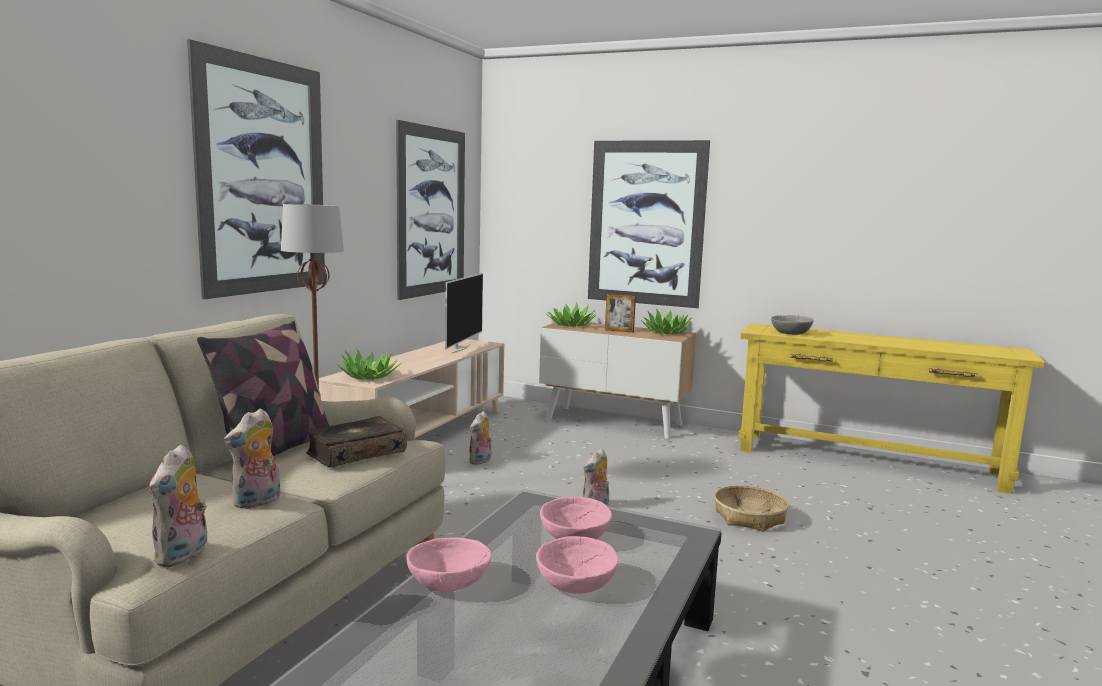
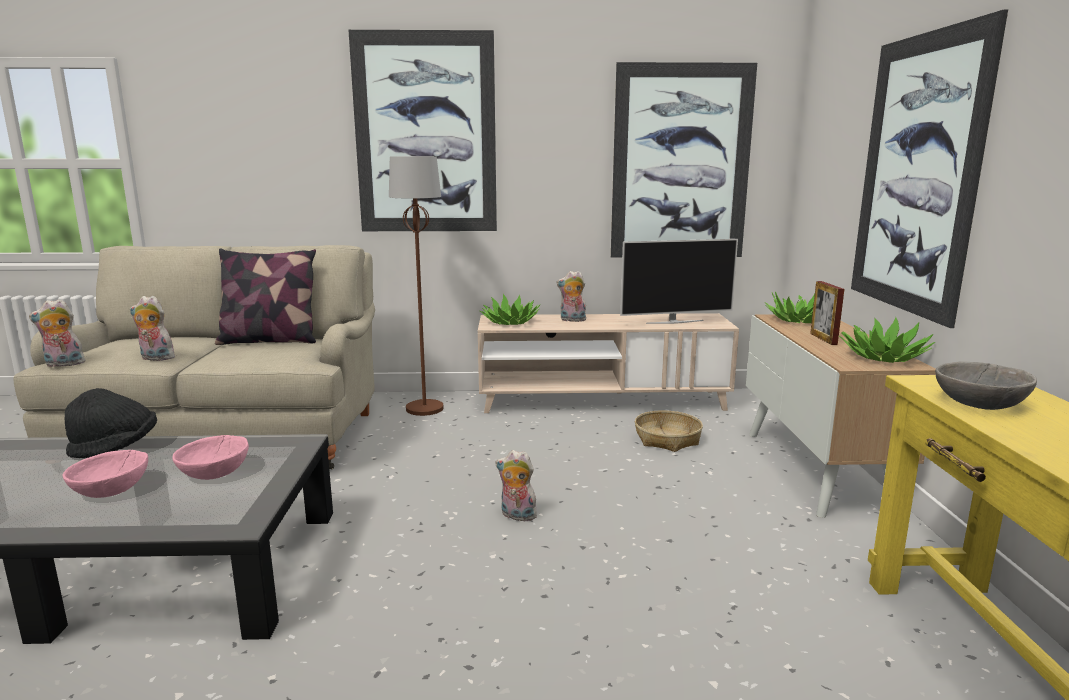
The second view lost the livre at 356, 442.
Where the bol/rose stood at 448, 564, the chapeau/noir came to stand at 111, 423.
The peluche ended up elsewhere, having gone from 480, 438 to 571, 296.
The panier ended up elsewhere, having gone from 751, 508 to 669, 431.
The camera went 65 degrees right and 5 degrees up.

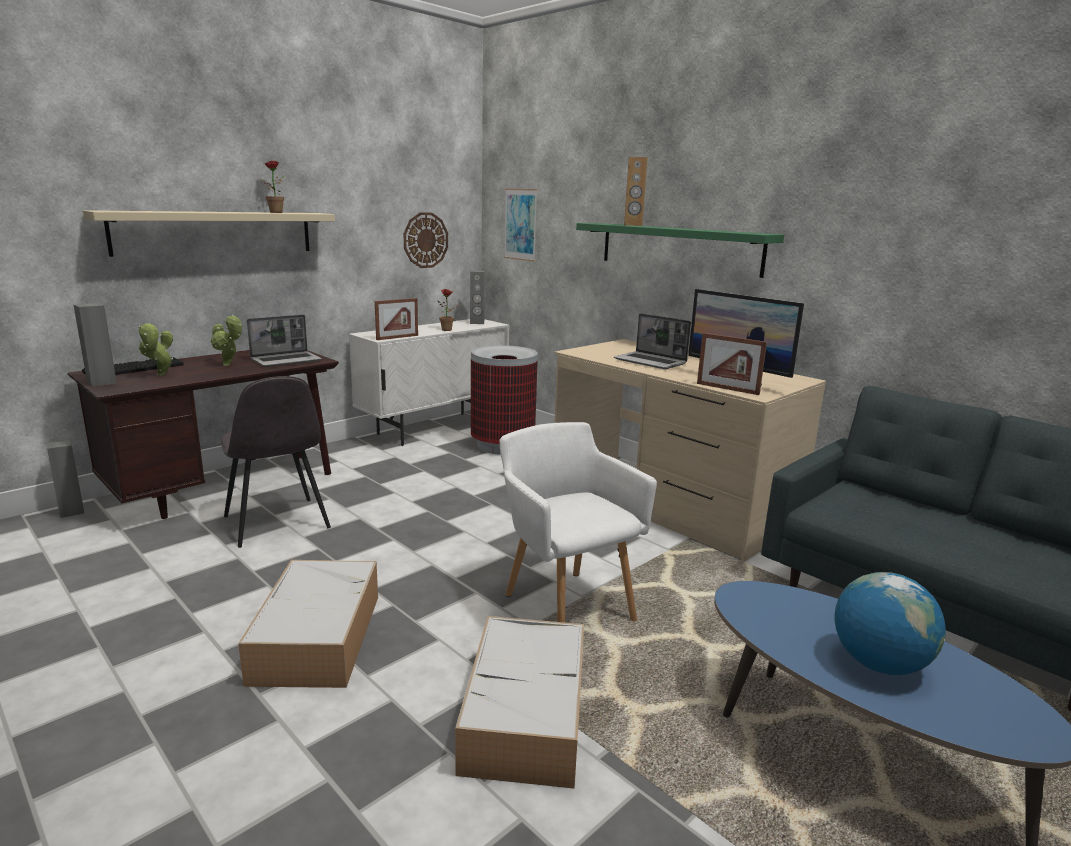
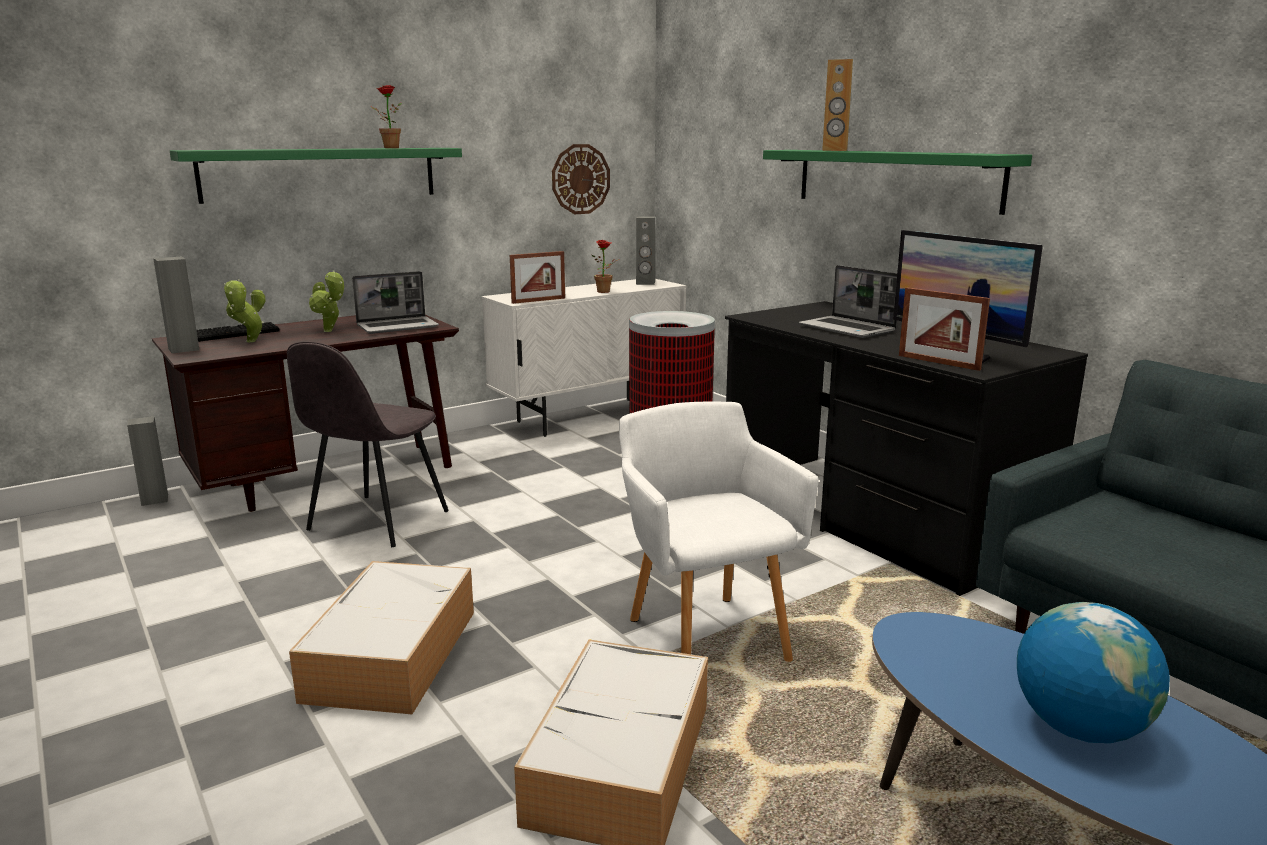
What was the étagère/beige at 209, 233 turned into the étagère/vert at 316, 176.
The chaise/gris at 275, 462 ended up facing another way, 45 degrees clockwise from before.
The second view lost the tableau at 521, 225.
What was the bureau/beige at 690, 450 turned into the bureau/noir at 906, 448.
The camera went 10 degrees right and 0 degrees up.

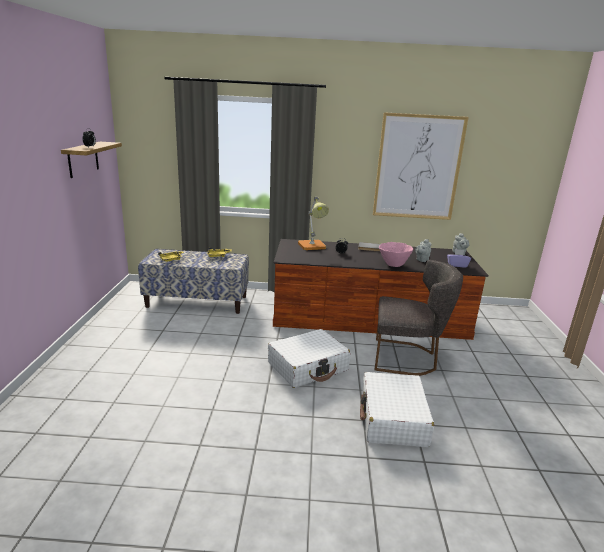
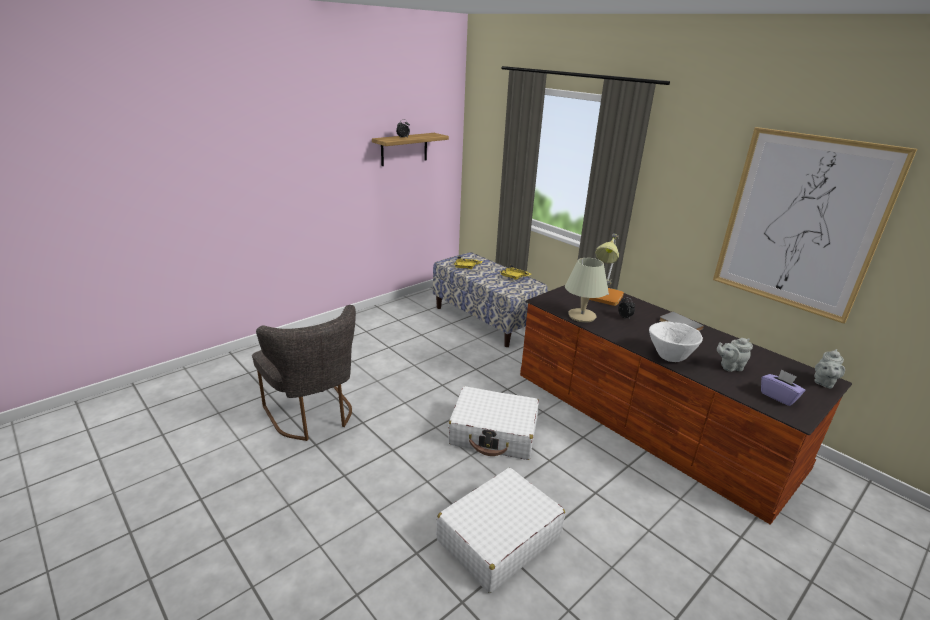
The chaise/gris ended up elsewhere, having gone from 418, 318 to 304, 373.
What was the bol/rose at 396, 254 turned into the bol/blanc at 676, 341.
The second view gained the lampe de table/beige at 586, 290.
The camera went 45 degrees right and 5 degrees up.

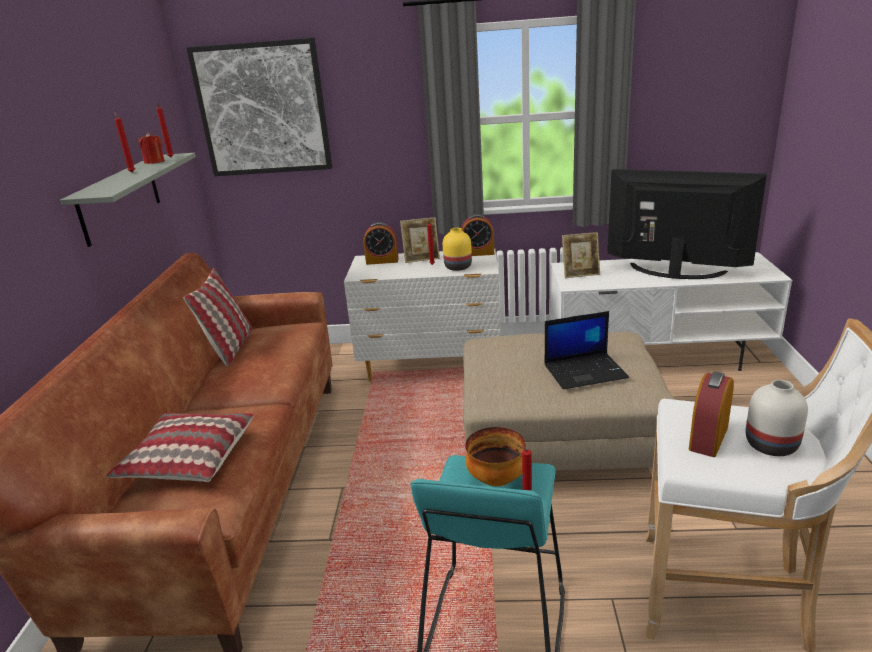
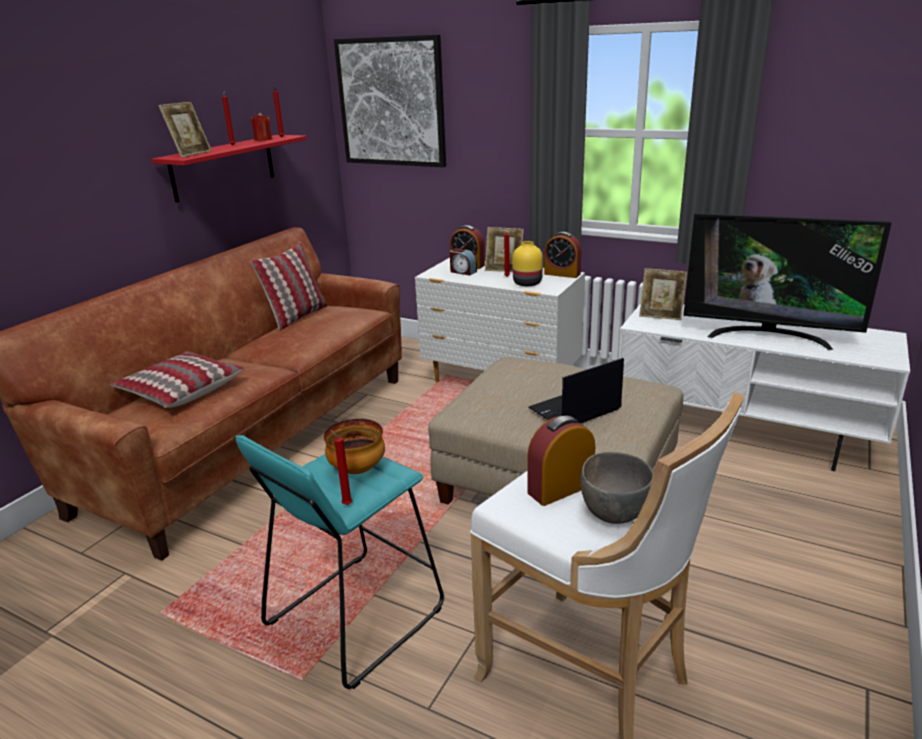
What was the étagère/gris at 128, 200 turned into the étagère/rouge at 229, 169.
The ordinateur portable at 587, 350 ended up facing another way, 135 degrees clockwise from before.
The téléviseur at 687, 224 ended up facing another way, 150 degrees clockwise from before.
Where the vase/blanc stood at 777, 418, the bol/gris came to stand at 617, 488.
The second view gained the cadre photo at 185, 130.
The second view gained the réveil at 463, 261.
The camera went 25 degrees right and 0 degrees up.

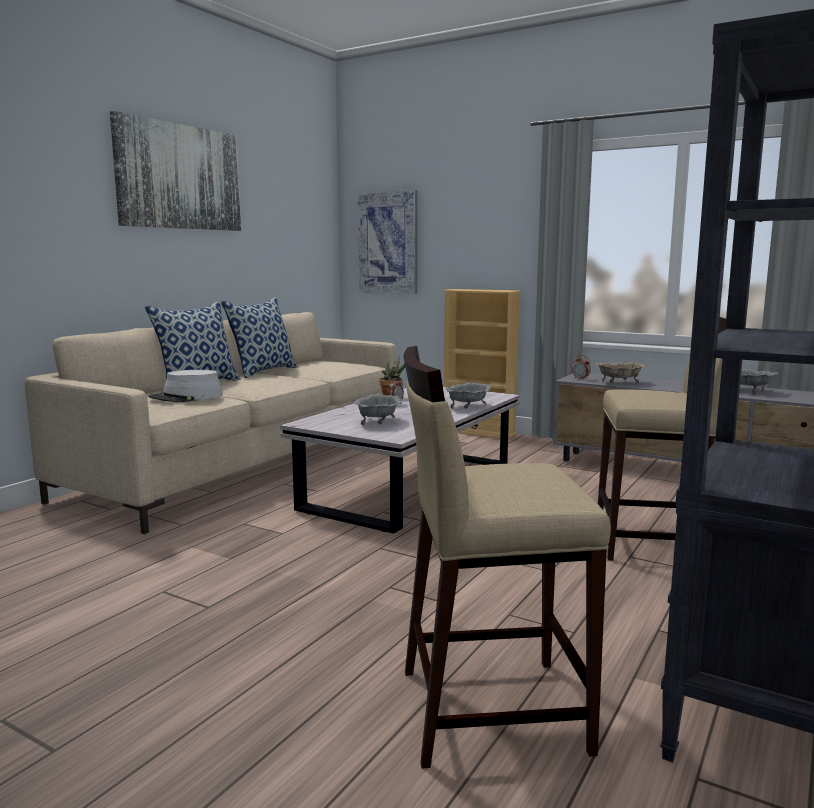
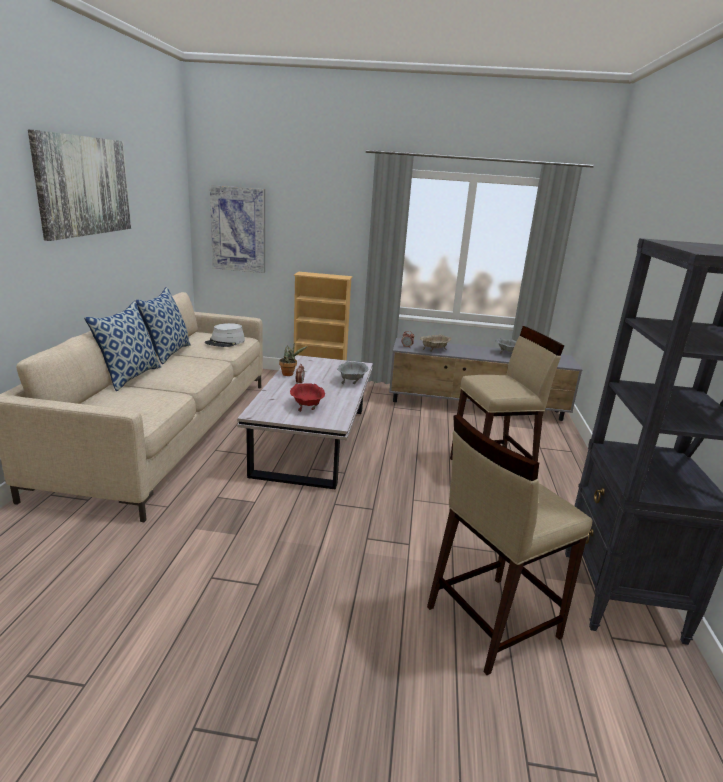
The chapeau/gris ended up elsewhere, having gone from 185, 386 to 225, 335.
What was the bol/gris at 377, 409 turned into the bol/rouge at 307, 397.
The camera went 25 degrees left and 10 degrees up.

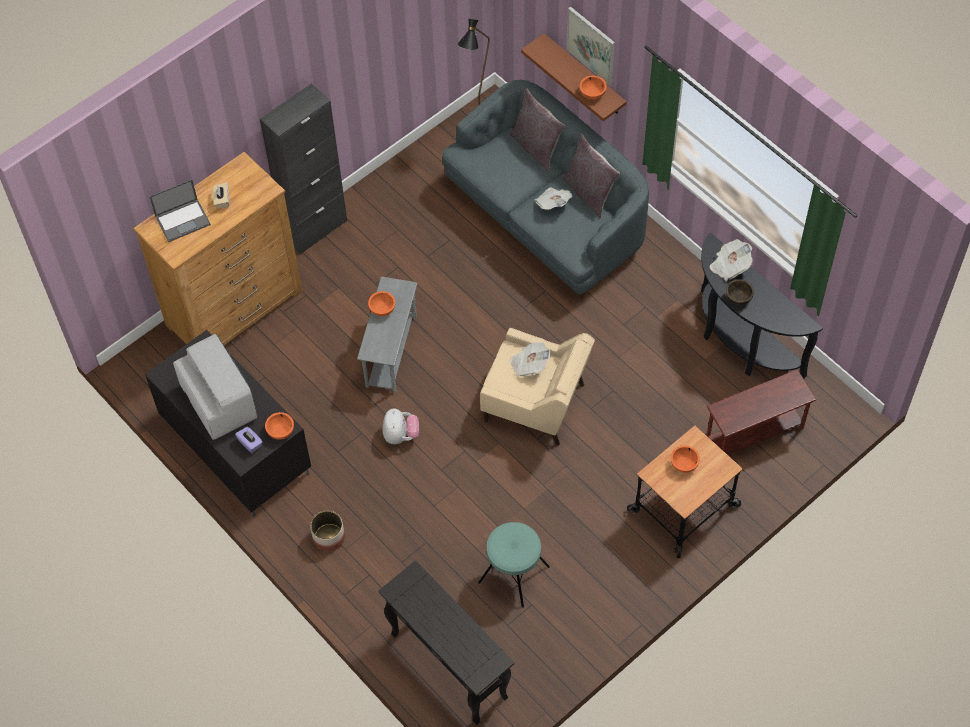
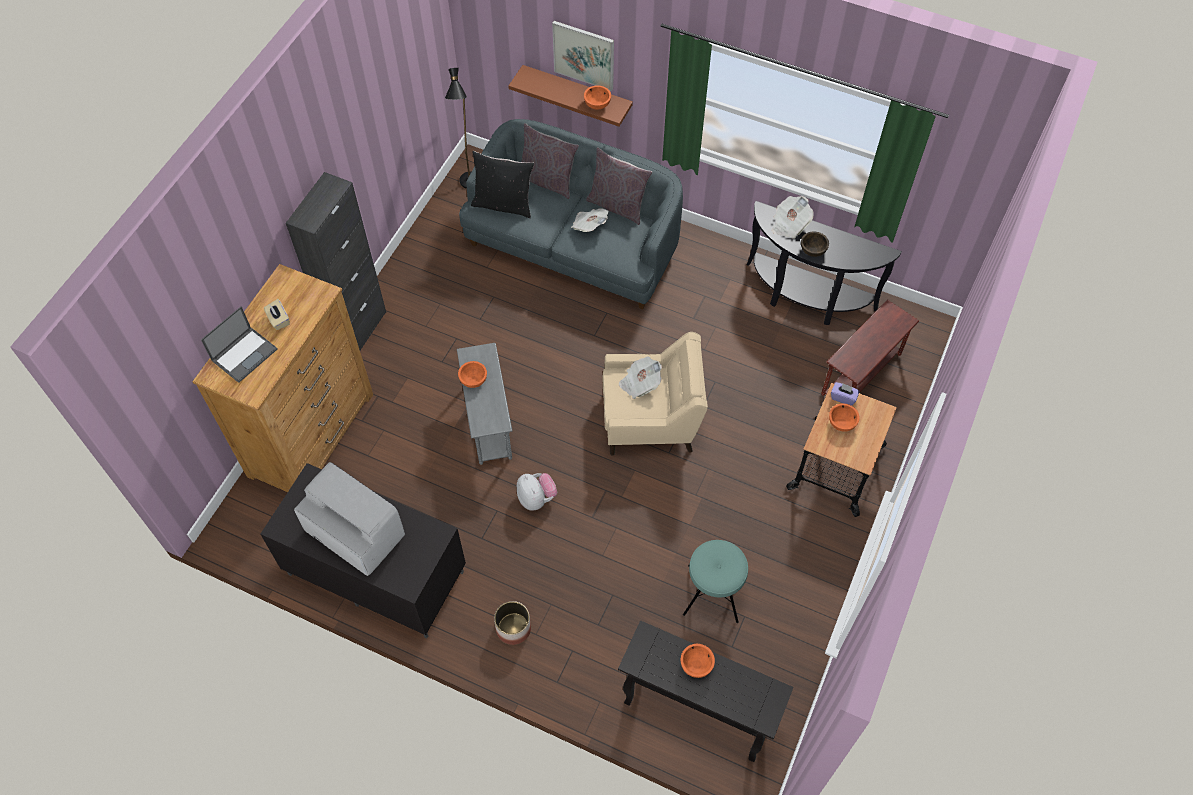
The boîte à mouchoirs/violet ended up elsewhere, having gone from 249, 440 to 845, 394.
The bol/orange ended up elsewhere, having gone from 279, 426 to 698, 661.
The second view gained the coussin/noir at 502, 184.
The camera went 25 degrees left and 0 degrees up.

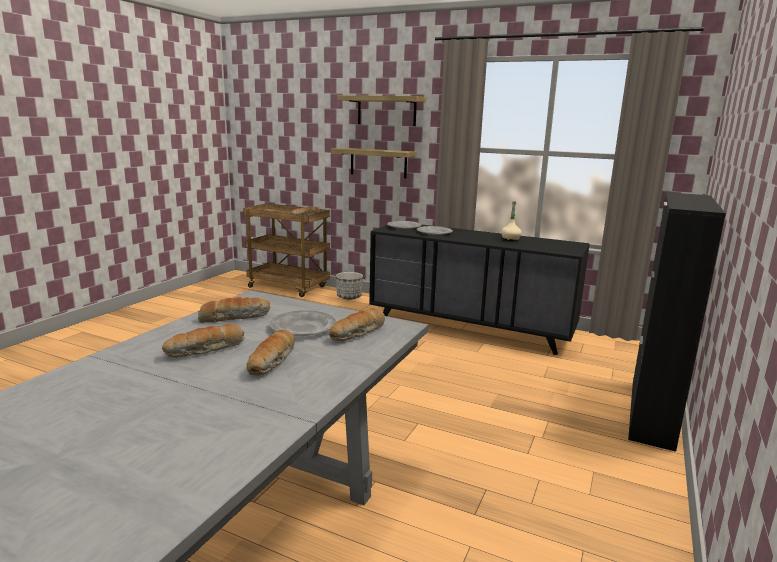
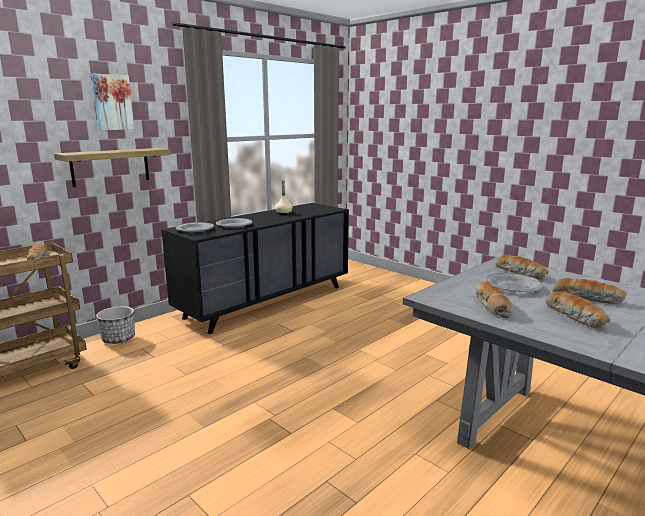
Where the étagère hung at 382, 110, the tableau came to hang at 113, 102.
The second view lost the meuble de rangement/noir at 677, 322.
The camera went 70 degrees left and 0 degrees up.

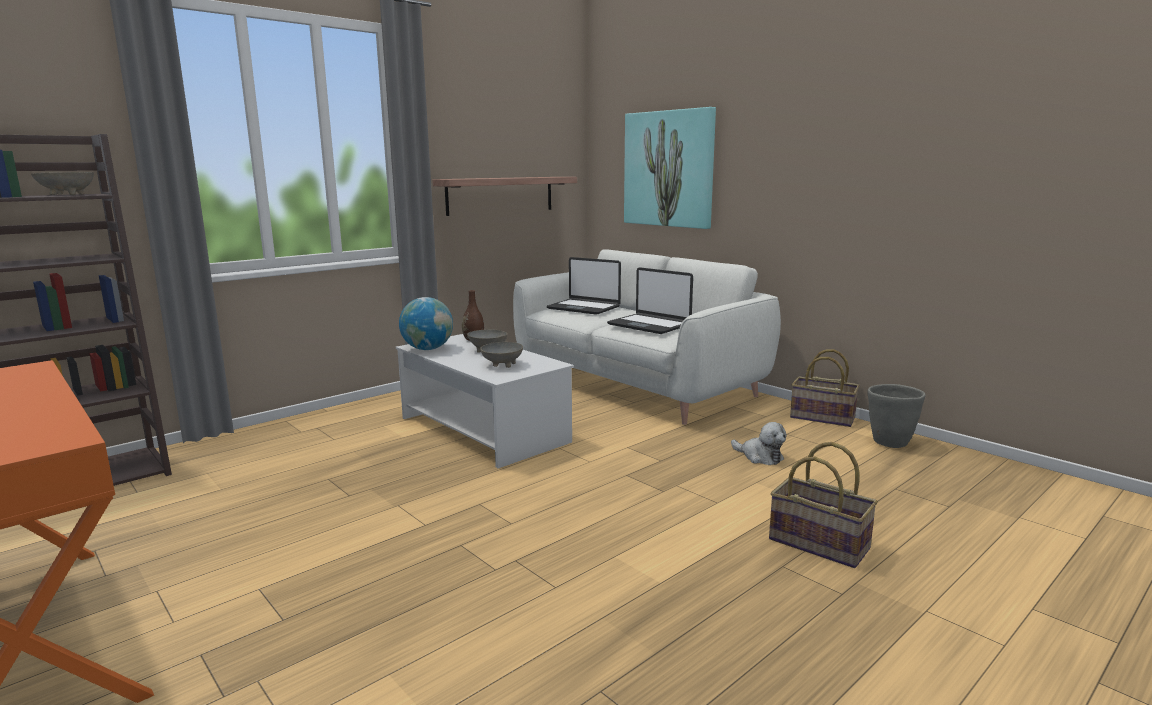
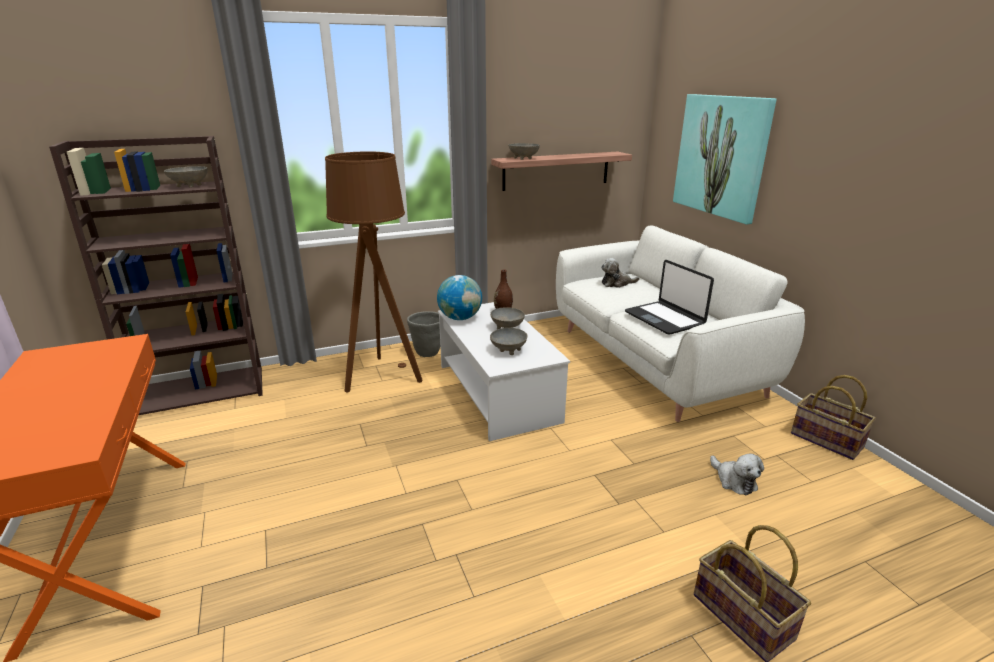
Where the ordinateur portable stood at 584, 286, the peluche came to stand at 620, 273.
The cache-pot/gris ended up elsewhere, having gone from 897, 416 to 423, 334.
The second view gained the lampadaire/marron at 374, 272.
The second view gained the bol/gris at 524, 151.
The camera went 20 degrees right and 10 degrees up.

